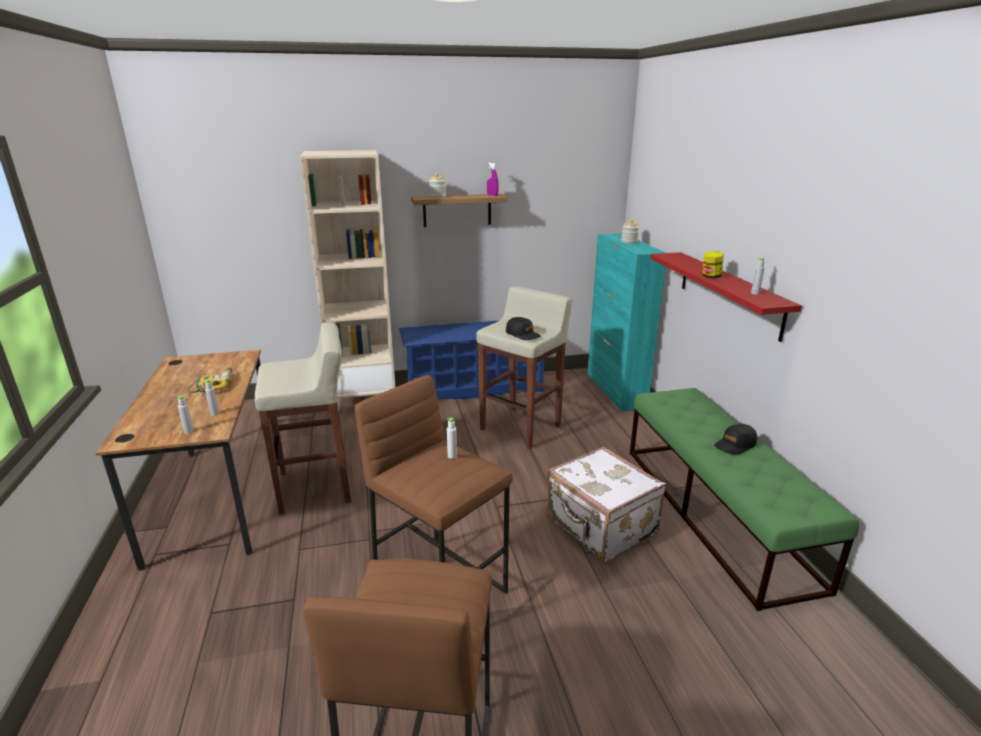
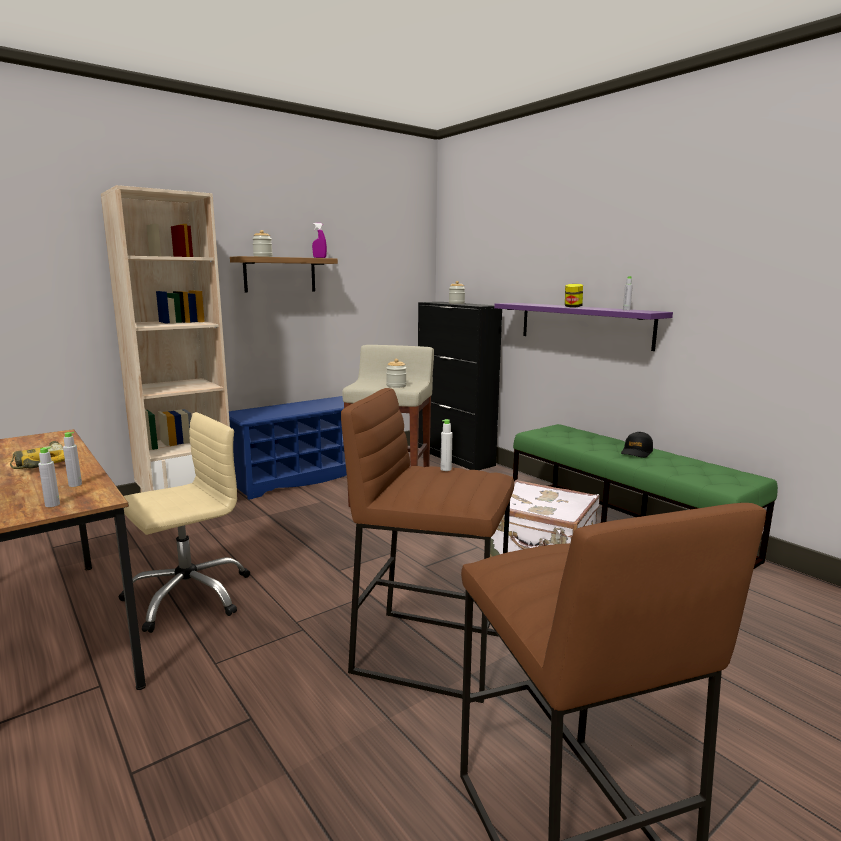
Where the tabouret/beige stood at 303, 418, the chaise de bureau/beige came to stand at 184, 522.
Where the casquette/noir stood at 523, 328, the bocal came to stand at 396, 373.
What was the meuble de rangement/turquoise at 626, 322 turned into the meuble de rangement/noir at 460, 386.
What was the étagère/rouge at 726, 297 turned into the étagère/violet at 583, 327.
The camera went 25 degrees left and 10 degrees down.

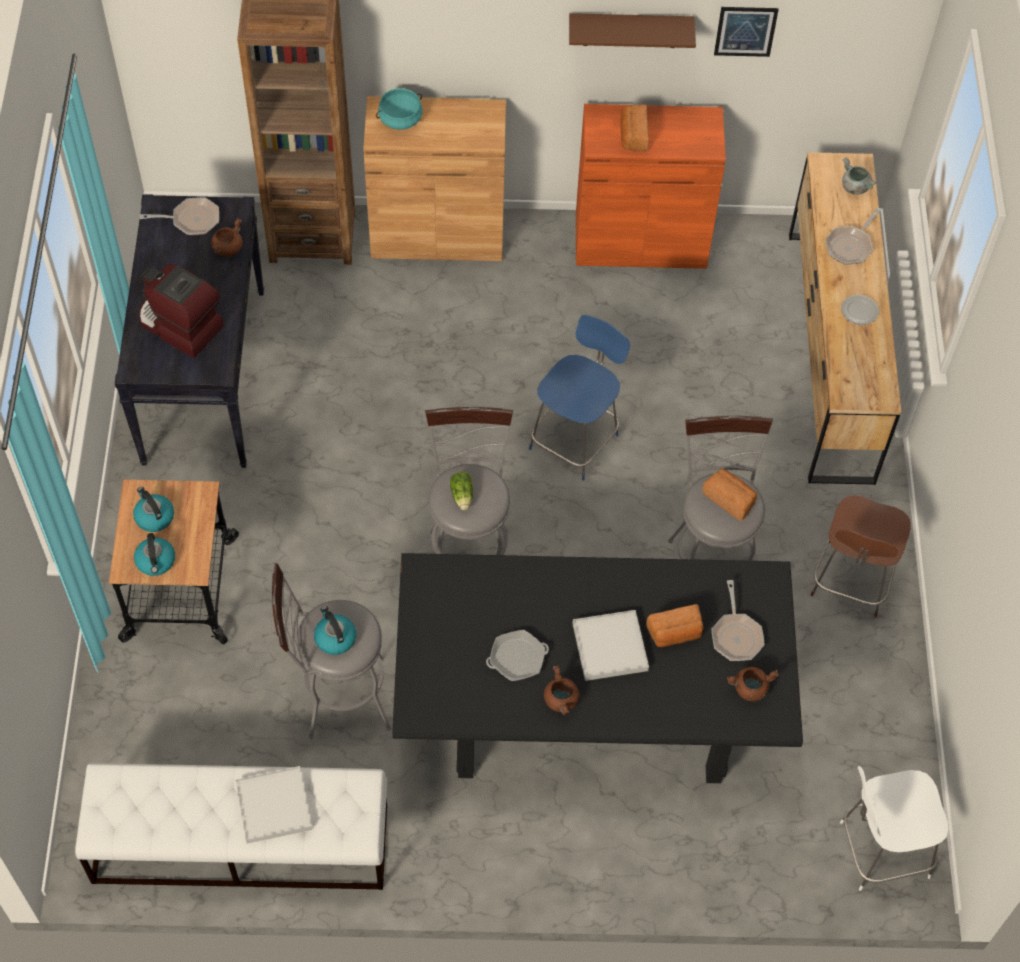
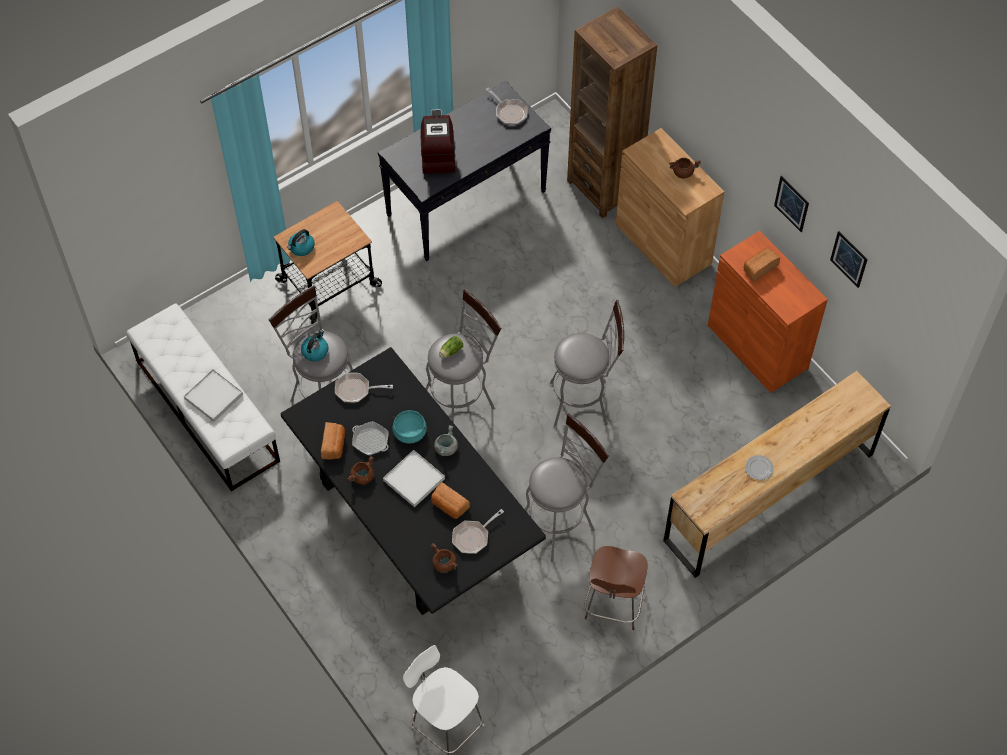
The second view lost the bouilloire at 153, 509.
The marmite/marron ended up elsewhere, having gone from 227, 237 to 685, 168.
The marmite/turquoise ended up elsewhere, having gone from 399, 109 to 410, 427.
Where the chaise/bleu stood at 579, 397, the tabouret/gris came to stand at 587, 364.
Where the étagère/marron hung at 632, 30, the tableau came to hang at 791, 204.
The pain ended up elsewhere, having gone from 729, 495 to 333, 441.
The chaise/marron at 861, 556 ended up facing another way, 60 degrees counterclockwise from before.
The poêle ended up elsewhere, having gone from 853, 236 to 364, 387.
The marmite/gris ended up elsewhere, having gone from 859, 176 to 446, 440.
The camera went 55 degrees right and 0 degrees up.

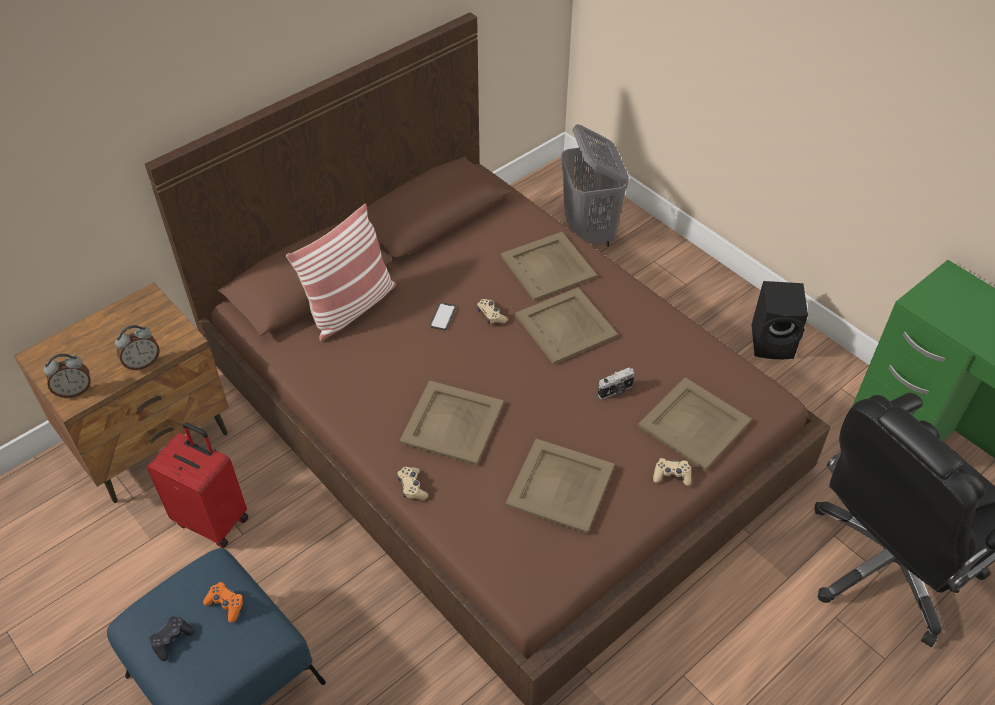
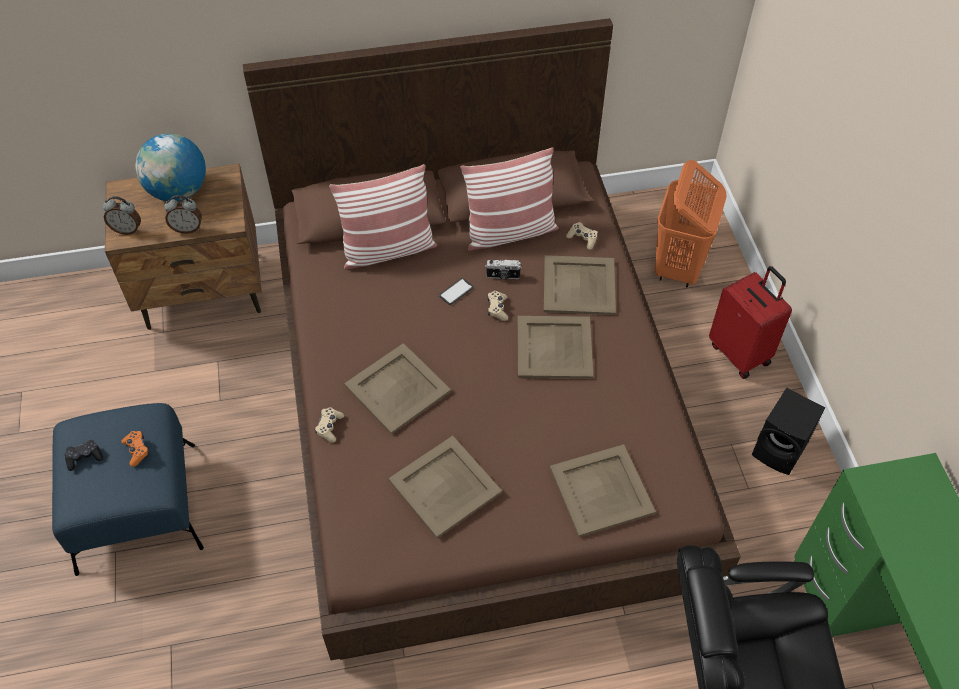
The valise/rouge ended up elsewhere, having gone from 198, 485 to 750, 322.
What was the panier à linge/gris at 594, 185 turned into the panier à linge/orange at 691, 224.
The appareil photo ended up elsewhere, having gone from 616, 383 to 503, 269.
The manette/beige ended up elsewhere, having gone from 672, 472 to 582, 236.
The second view gained the globe at 170, 167.
The second view gained the coussin at 509, 199.
The camera went 30 degrees right and 5 degrees up.

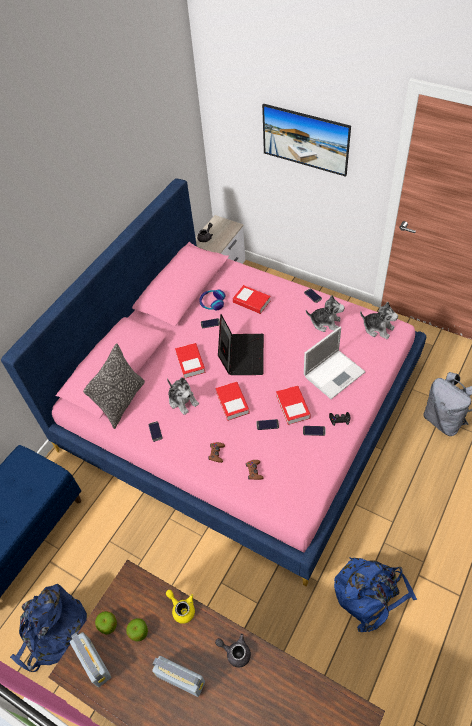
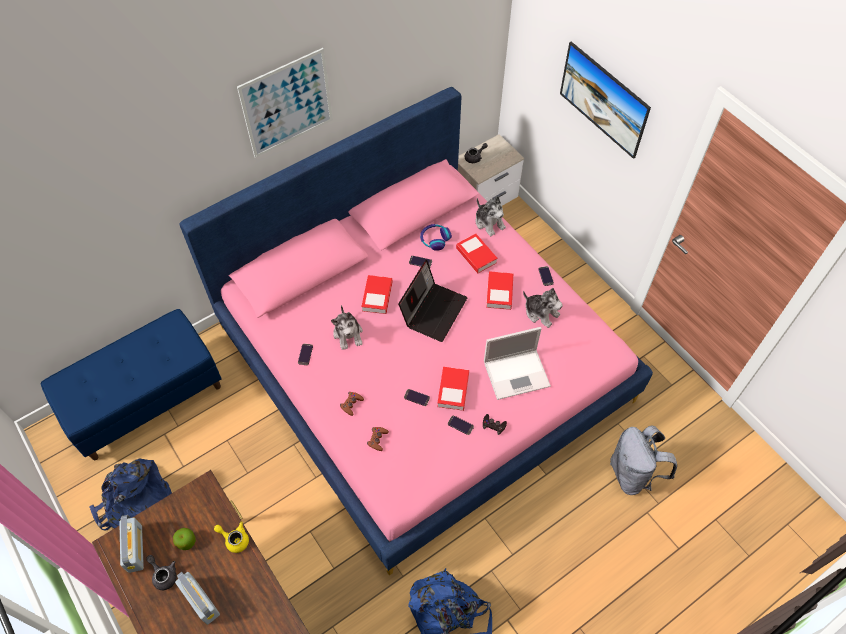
The second view lost the coussin at 114, 386.
The second view lost the pomme at 106, 623.
The théière/jaune at 180, 607 ended up facing another way, 45 degrees counterclockwise from before.
The livre ended up elsewhere, having gone from 232, 401 to 499, 290.
The théière/gris ended up elsewhere, having gone from 233, 651 to 161, 572.
The peluche ended up elsewhere, having gone from 379, 320 to 491, 216.
The second view gained the tableau at 285, 103.
The camera went 20 degrees right and 5 degrees up.

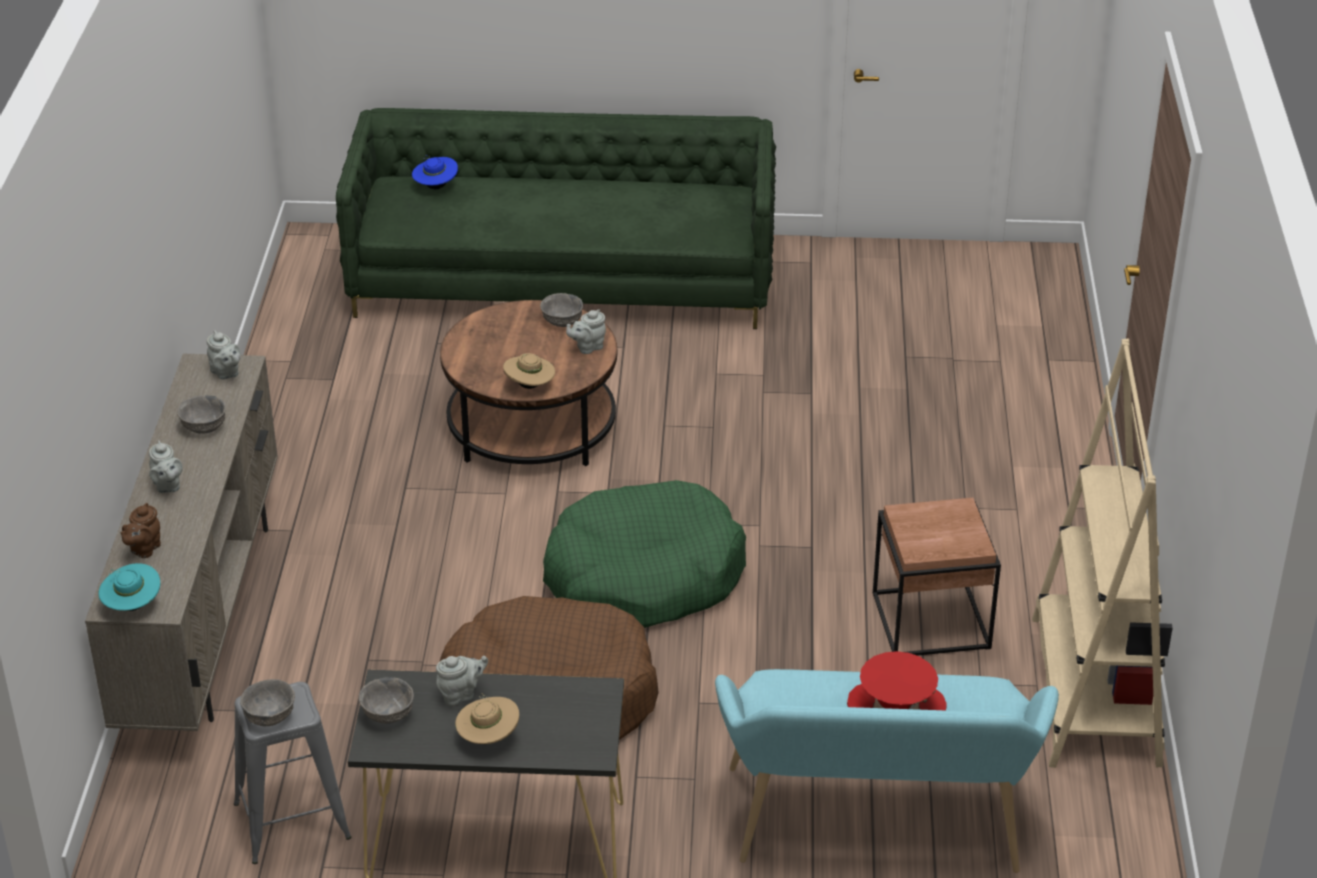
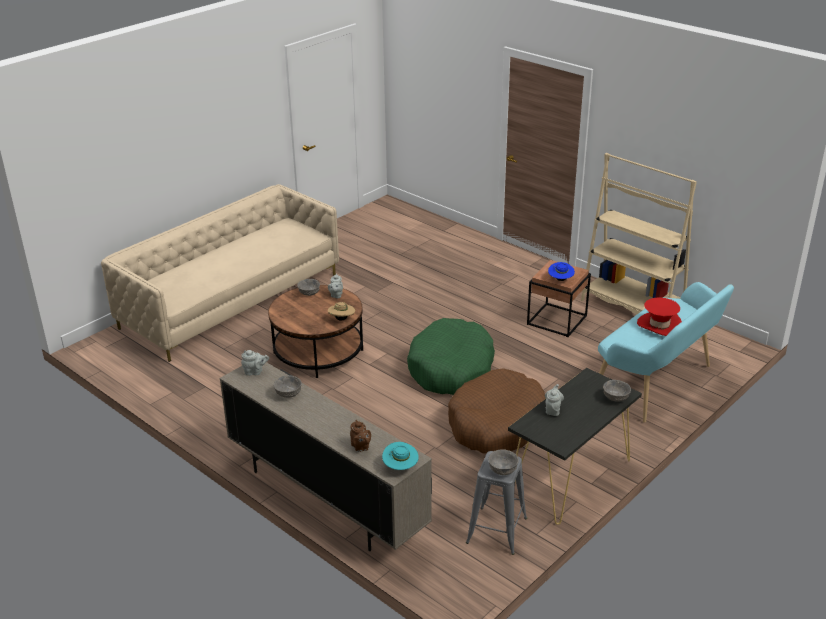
The second view lost the théière/gris at 166, 466.
What was the canapé/vert at 556, 218 turned into the canapé/beige at 220, 273.
The bol/gris ended up elsewhere, having gone from 386, 700 to 617, 391.
The chapeau/bleu ended up elsewhere, having gone from 435, 172 to 561, 271.
The second view lost the chapeau/beige at 487, 719.
The camera went 50 degrees left and 5 degrees down.

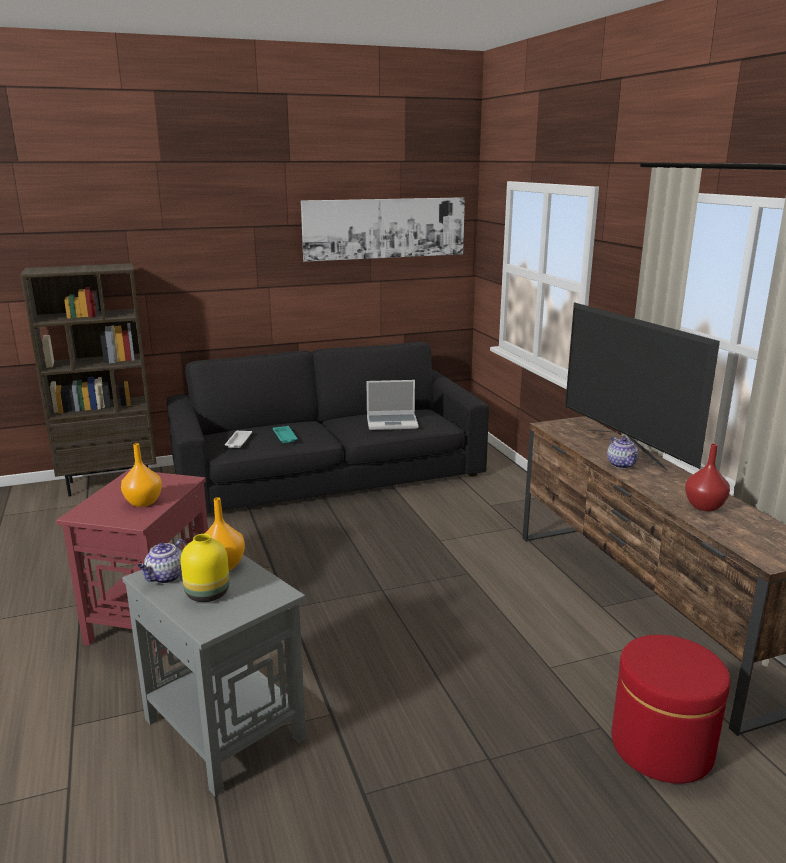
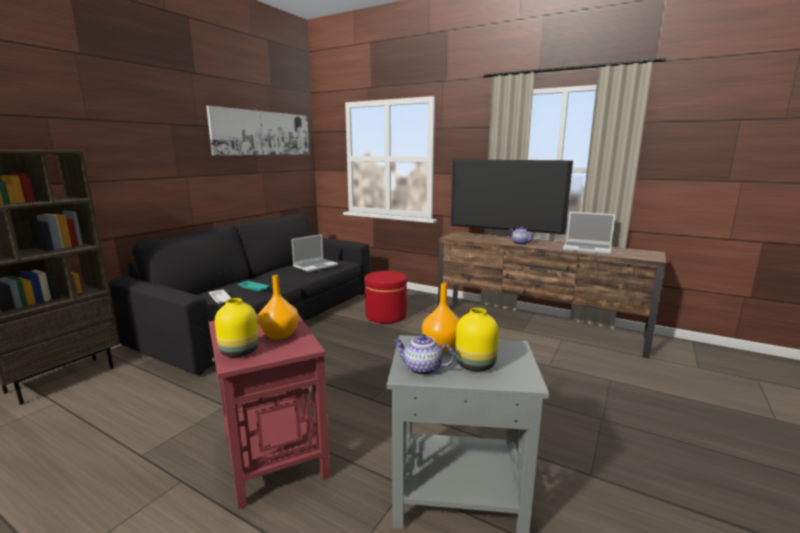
The théière at 162, 561 ended up facing another way, 120 degrees clockwise from before.
The pouf/rouge ended up elsewhere, having gone from 670, 709 to 386, 297.
Where the vase/rouge stood at 707, 477, the ordinateur portable came to stand at 589, 233.
The second view gained the vase/jaune at 237, 327.
The camera went 40 degrees left and 5 degrees down.

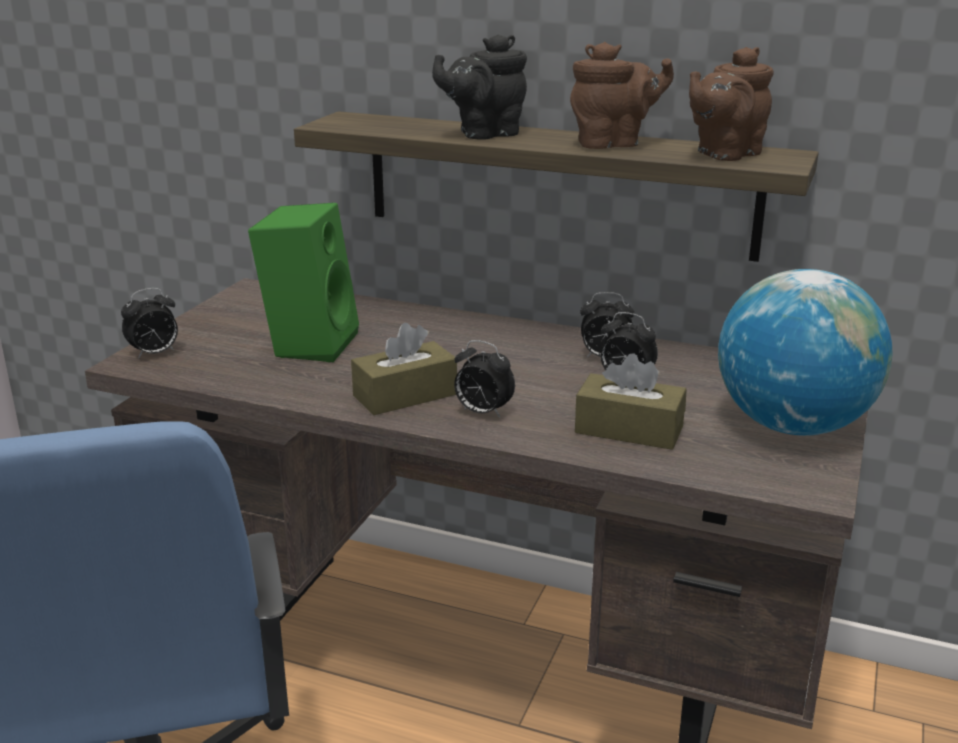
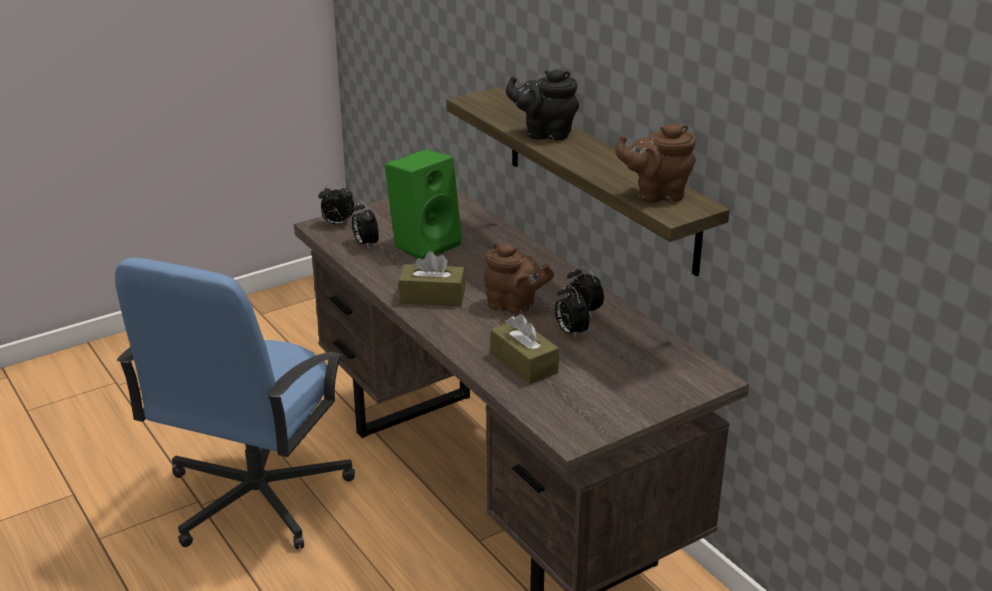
The réveil ended up elsewhere, having gone from 484, 379 to 365, 224.
The théière/marron ended up elsewhere, having gone from 622, 95 to 519, 278.
The second view lost the globe at 805, 352.
The camera went 35 degrees right and 5 degrees up.

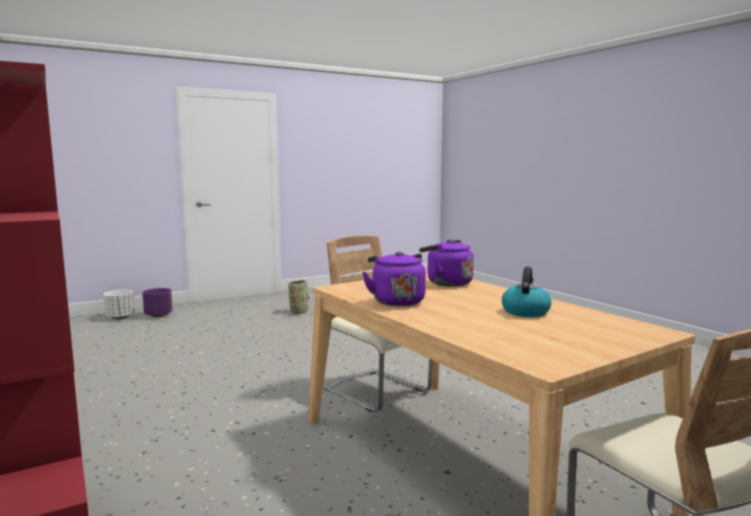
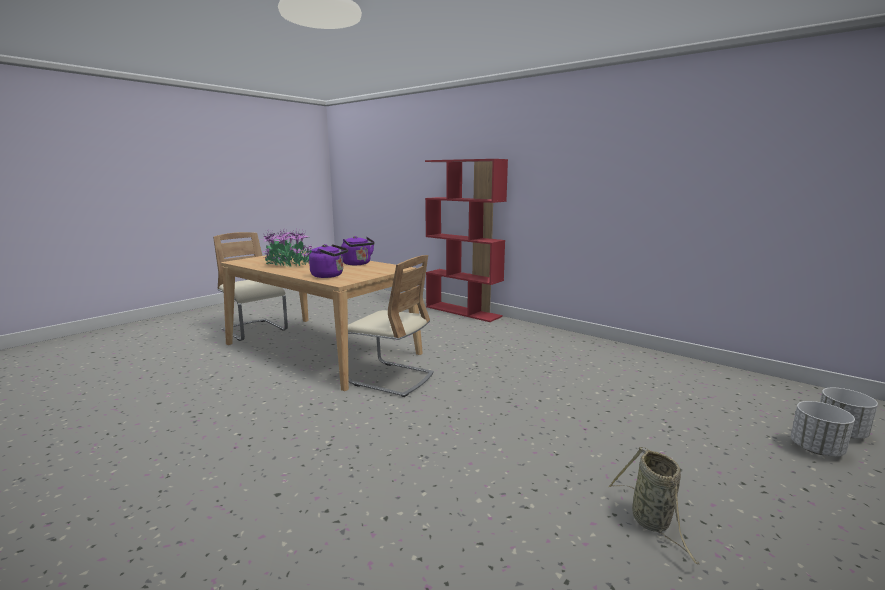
What was the cache-pot/violet at 157, 302 turned into the cache-pot/blanc at 823, 428.
Where the bouilloire stood at 527, 292, the plante en pot came to stand at 286, 247.
The camera went 160 degrees right and 5 degrees up.

